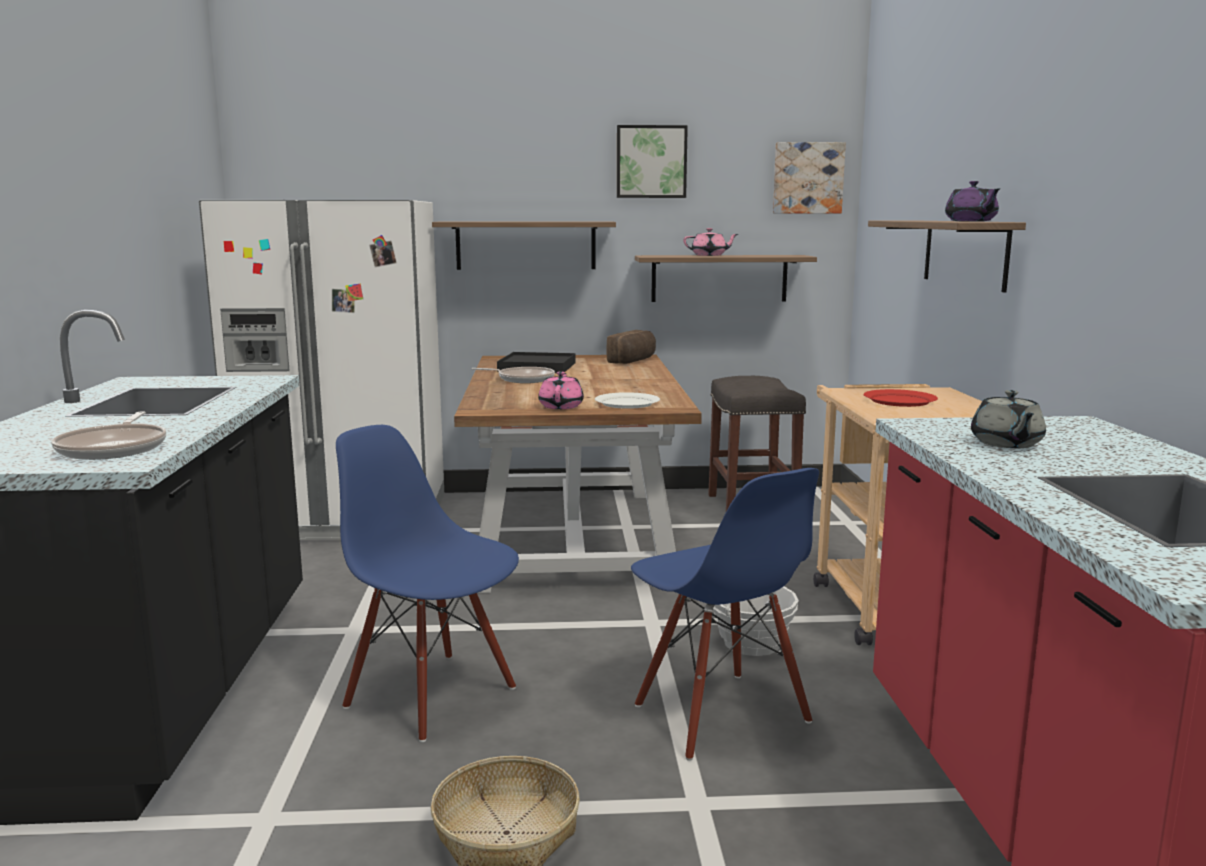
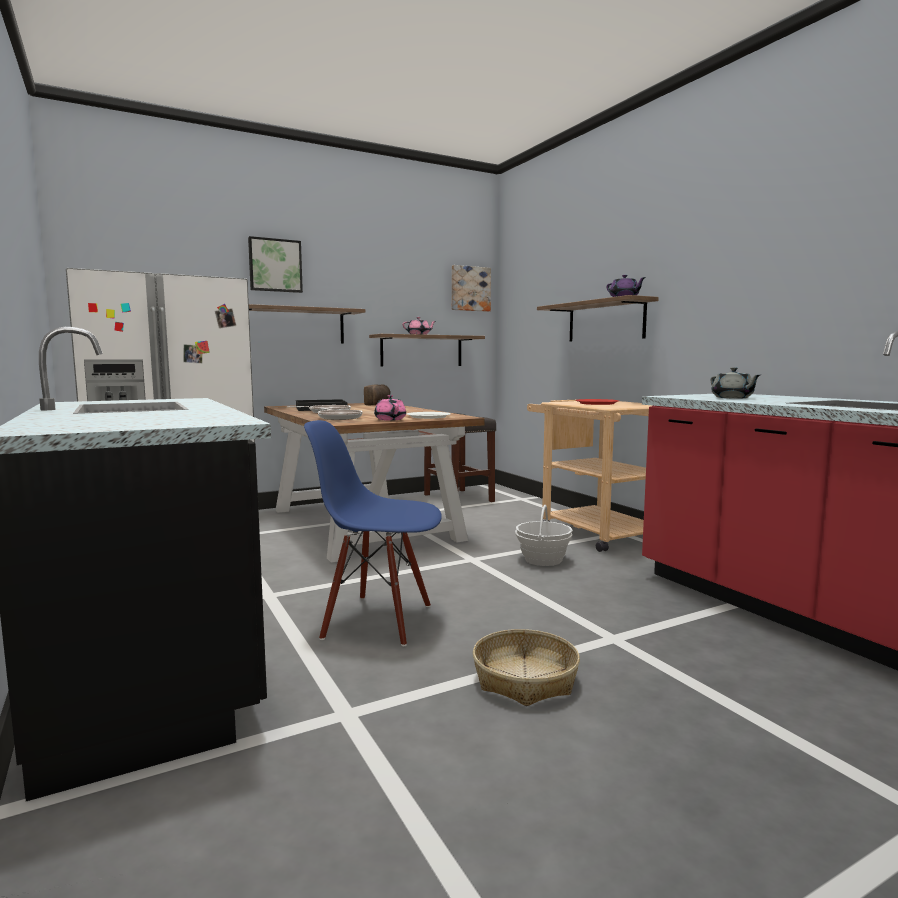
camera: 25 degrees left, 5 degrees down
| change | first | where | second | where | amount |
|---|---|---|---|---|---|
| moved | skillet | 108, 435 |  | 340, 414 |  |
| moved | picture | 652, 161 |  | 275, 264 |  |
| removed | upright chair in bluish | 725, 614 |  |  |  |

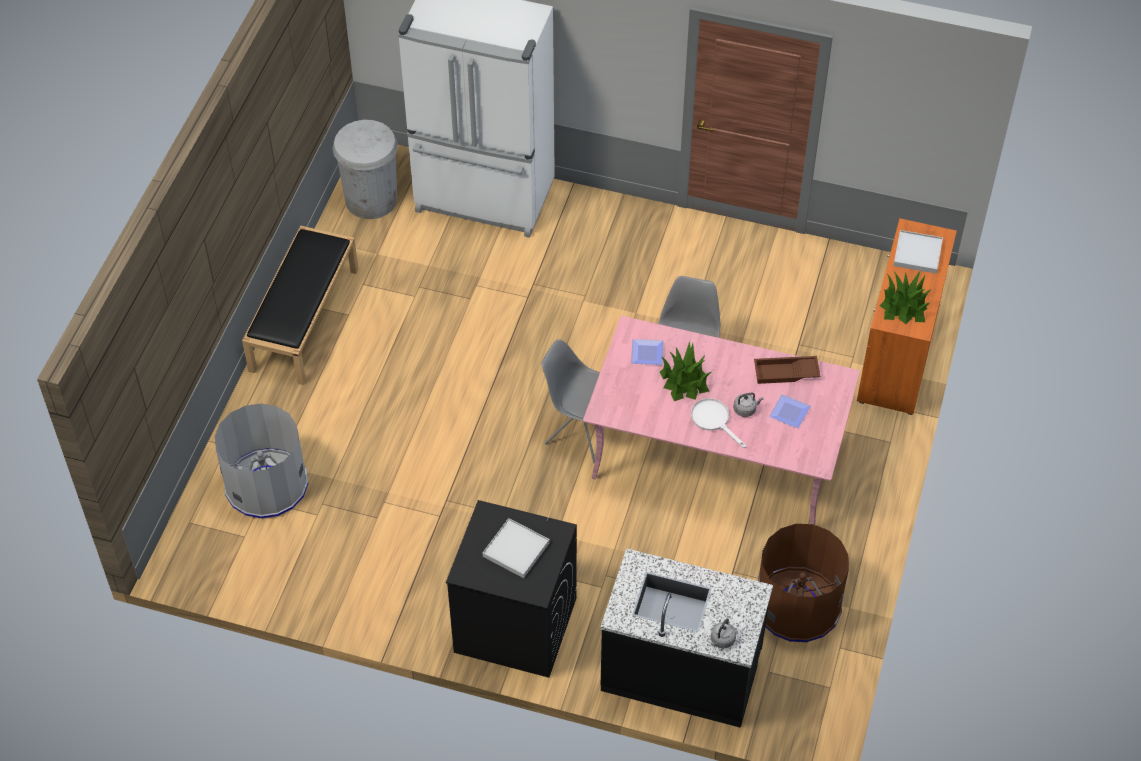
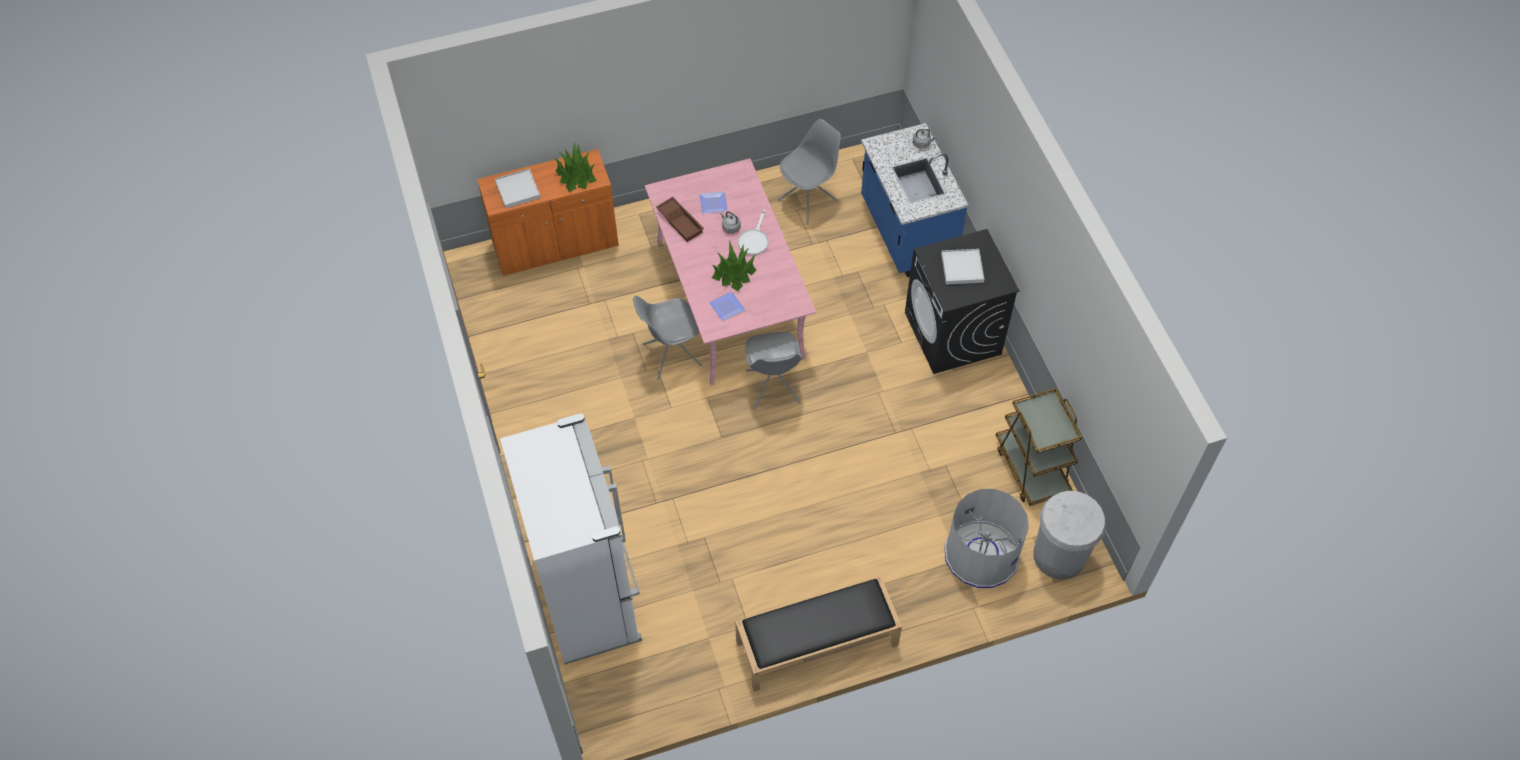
camera: 125 degrees left, 5 degrees up
| change | first | where | second | where | amount |
|---|---|---|---|---|---|
| moved | rubbish bin in whitish | 365, 169 |  | 1070, 535 |  |
| recoloured | counter in black-coloured | 686, 638 | counter in bluish | 914, 200 |  |
| replaced | rubbish bin in brown | 803, 583 | upright chair in grey | 809, 172 |  |
| added |  |  | wheeled cart in brown | 1039, 447 |  |

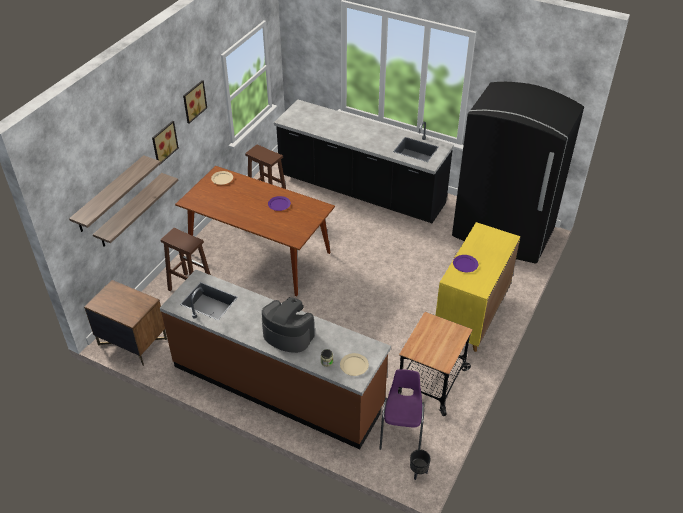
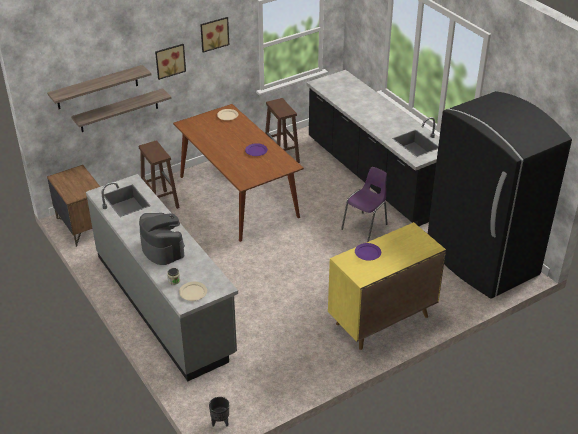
camera: 30 degrees right, 5 degrees down
| change | first | where | second | where | amount |
|---|---|---|---|---|---|
| recoloured | counter in brown | 275, 359 | counter in grey | 162, 277 |  |
| moved | upright chair in purple | 401, 409 |  | 364, 204 |  |
| removed | wheeled cart | 435, 364 |  |  |  |

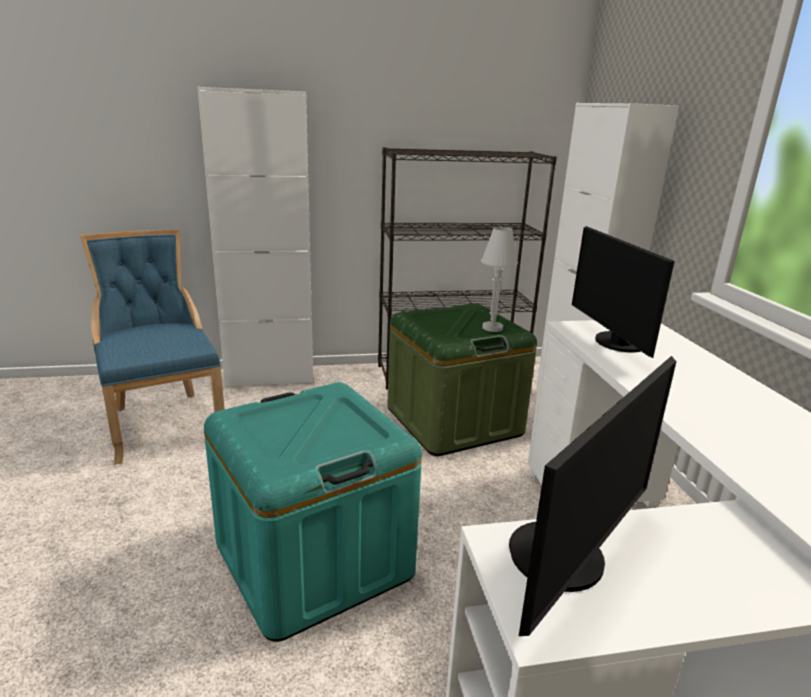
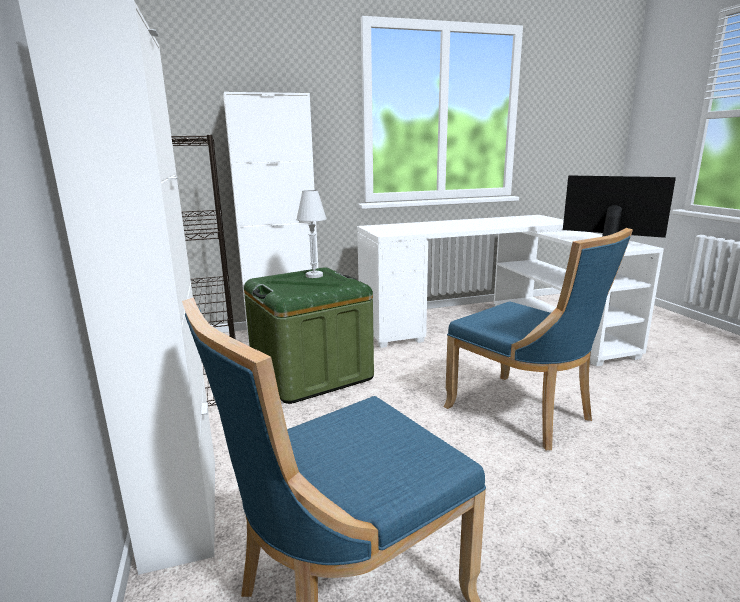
camera: 95 degrees left, 5 degrees down
| change | first | where | second | where | amount |
|---|---|---|---|---|---|
| replaced | storage container in turquoise-coloured | 313, 512 | upright chair in bluish | 538, 339 |  |
| removed | computer display | 623, 292 |  |  |  |

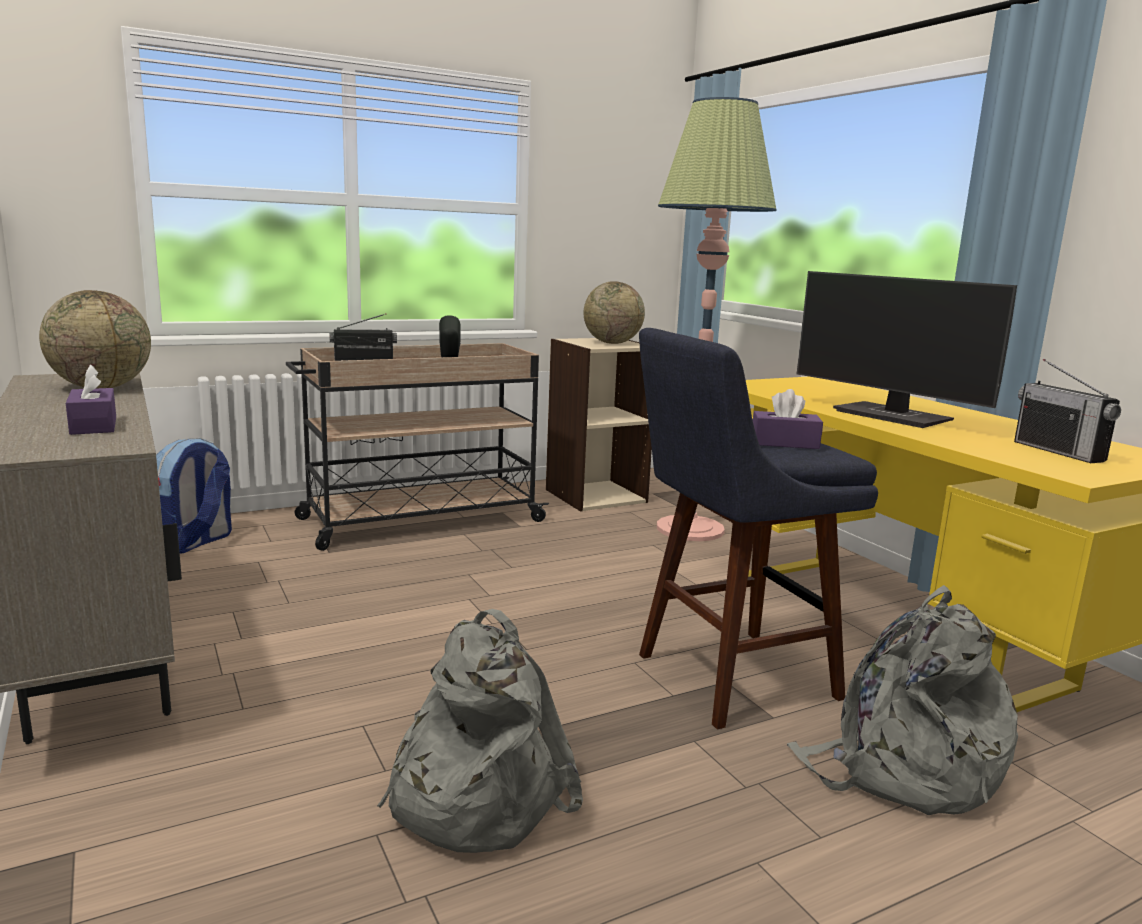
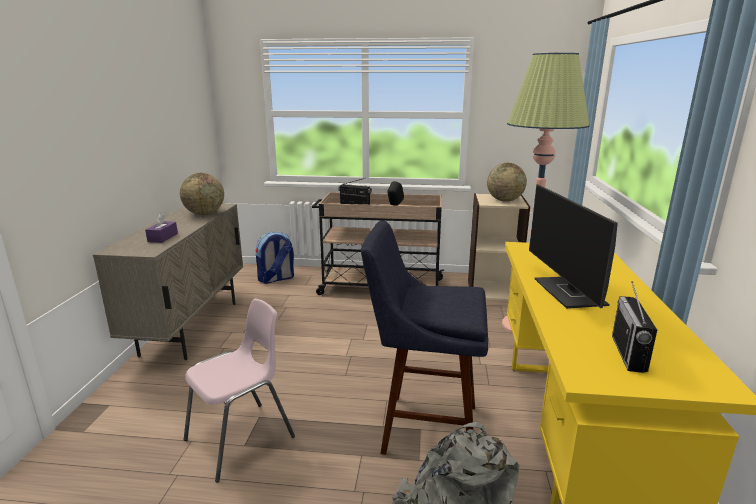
camera: 35 degrees right, 5 degrees up
| change | first | where | second | where | amount |
|---|---|---|---|---|---|
| replaced | knapsack in grey | 480, 731 | upright chair in pinkish | 239, 391 |  |
| removed | tissue box in purple | 788, 419 |  |  |  |

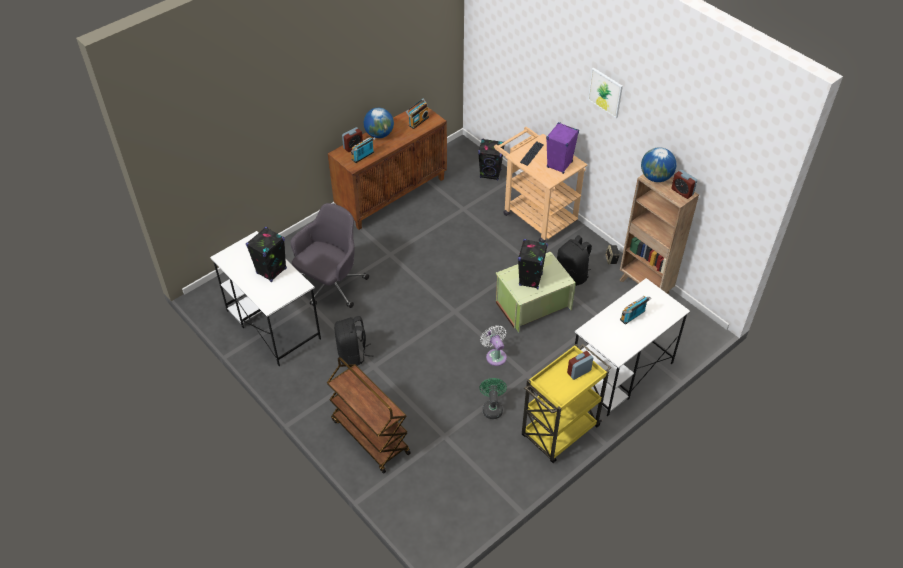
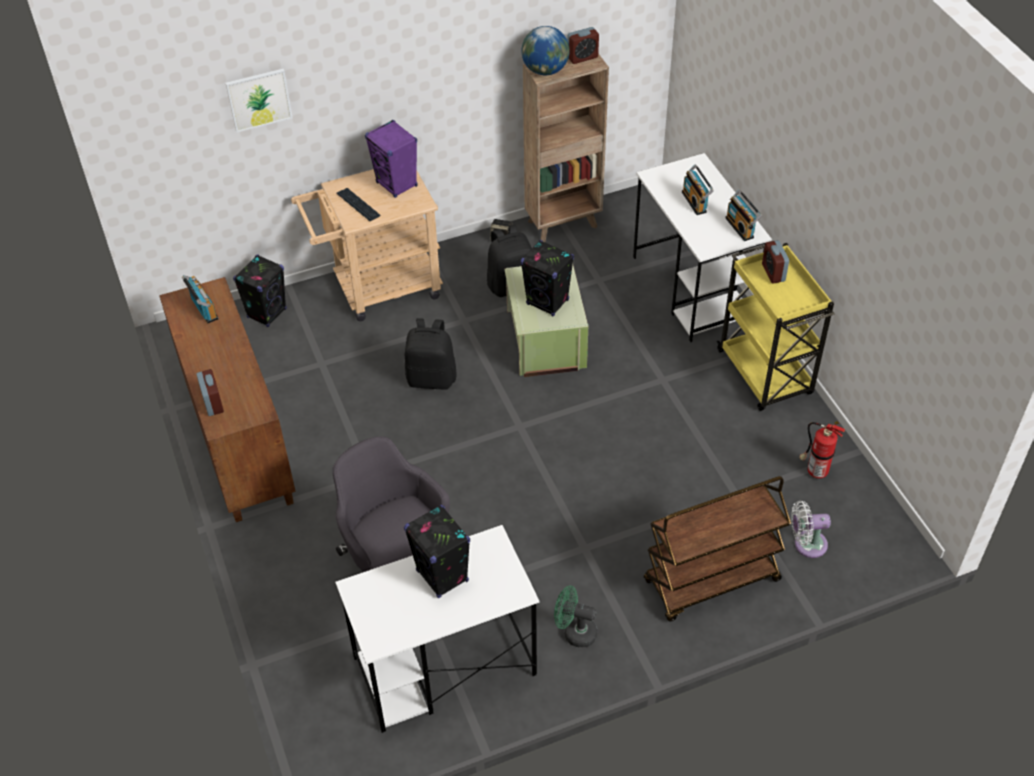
camera: 70 degrees left, 0 degrees up
| change | first | where | second | where | amount |
|---|---|---|---|---|---|
| moved | knapsack in black-coloured | 353, 341 |  | 431, 354 |  |
| moved | radio set | 363, 150 |  | 743, 215 |  |
| removed | world globe | 379, 123 |  |  |  |
| moved | electric fan in green-coloured | 493, 398 |  | 575, 617 |  |
| moved | electric fan in whitish | 493, 345 |  | 811, 529 |  |
| moved | picture | 605, 93 |  | 259, 100 |  |
| added |  |  | extinguisher | 822, 450 |  |

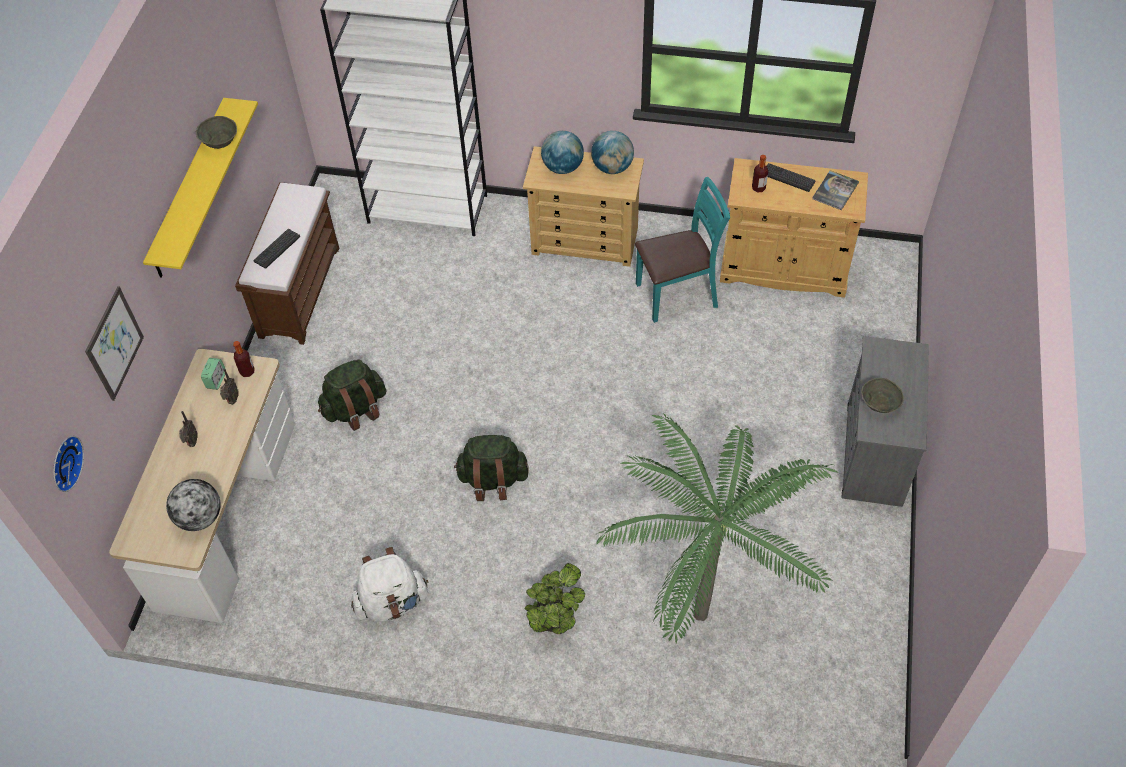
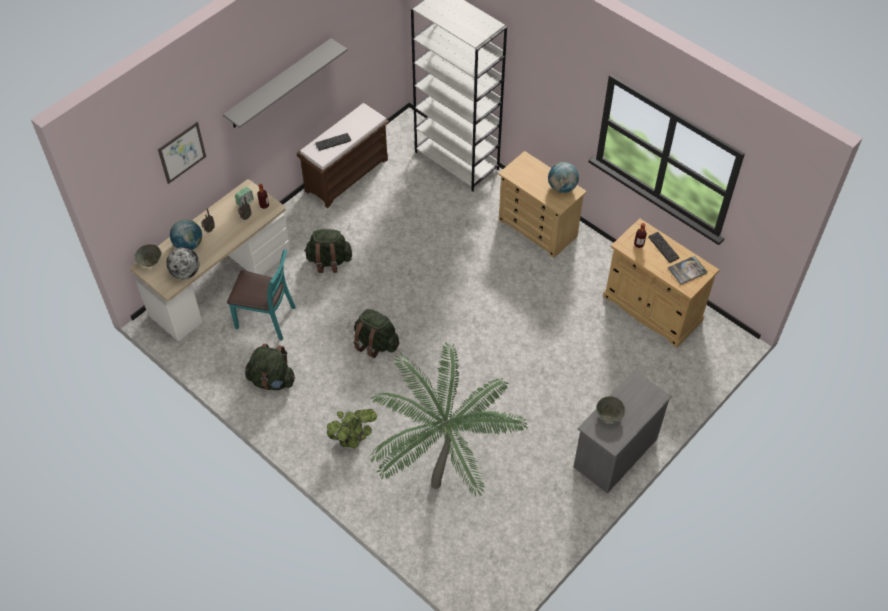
camera: 30 degrees right, 0 degrees up
| change | first | where | second | where | amount |
|---|---|---|---|---|---|
| removed | hanging clock | 68, 464 |  |  |  |
| recoloured | shelf in yellow-coloured | 200, 188 | shelf in grey | 285, 83 |  |
| moved | bowl in grey | 216, 132 |  | 148, 255 |  |
| recoloured | knapsack in whitish | 390, 584 | knapsack in green-coloured | 270, 367 |  |
| moved | world globe | 562, 152 |  | 186, 234 |  |
| moved | upright chair in turquoise-coloured | 682, 250 |  | 261, 295 |  |

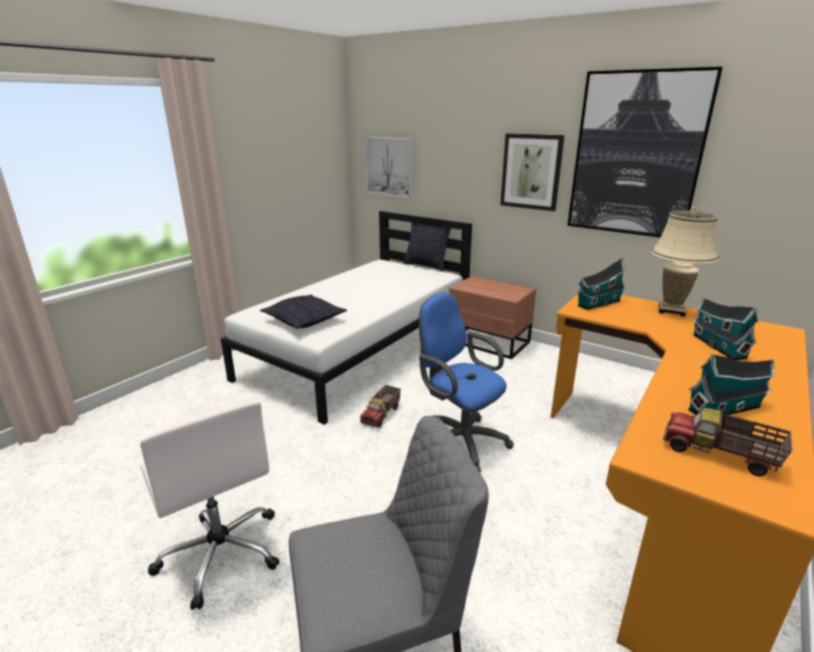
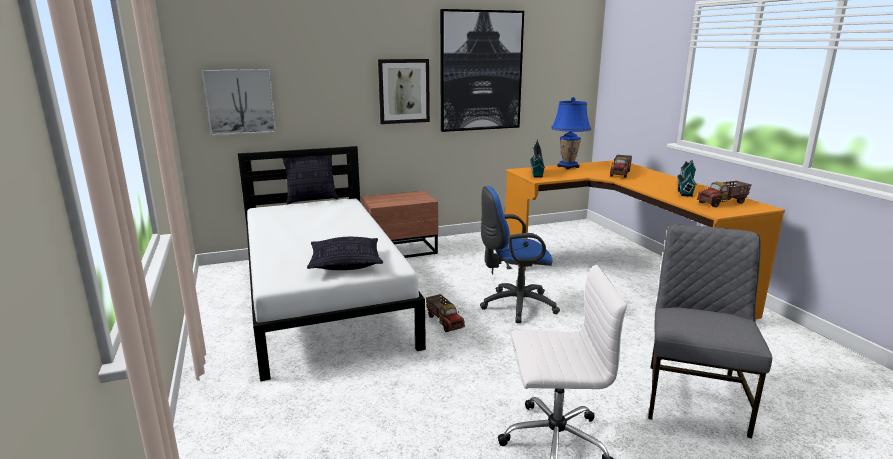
camera: 55 degrees left, 5 degrees down
| change | first | where | second | where | amount |
|---|---|---|---|---|---|
| recoloured | lamp for a table in sand-coloured | 685, 262 | lamp for a table in bluish | 571, 133 |  |
| replaced | toy house | 725, 329 | toy lorry | 621, 166 |  |

